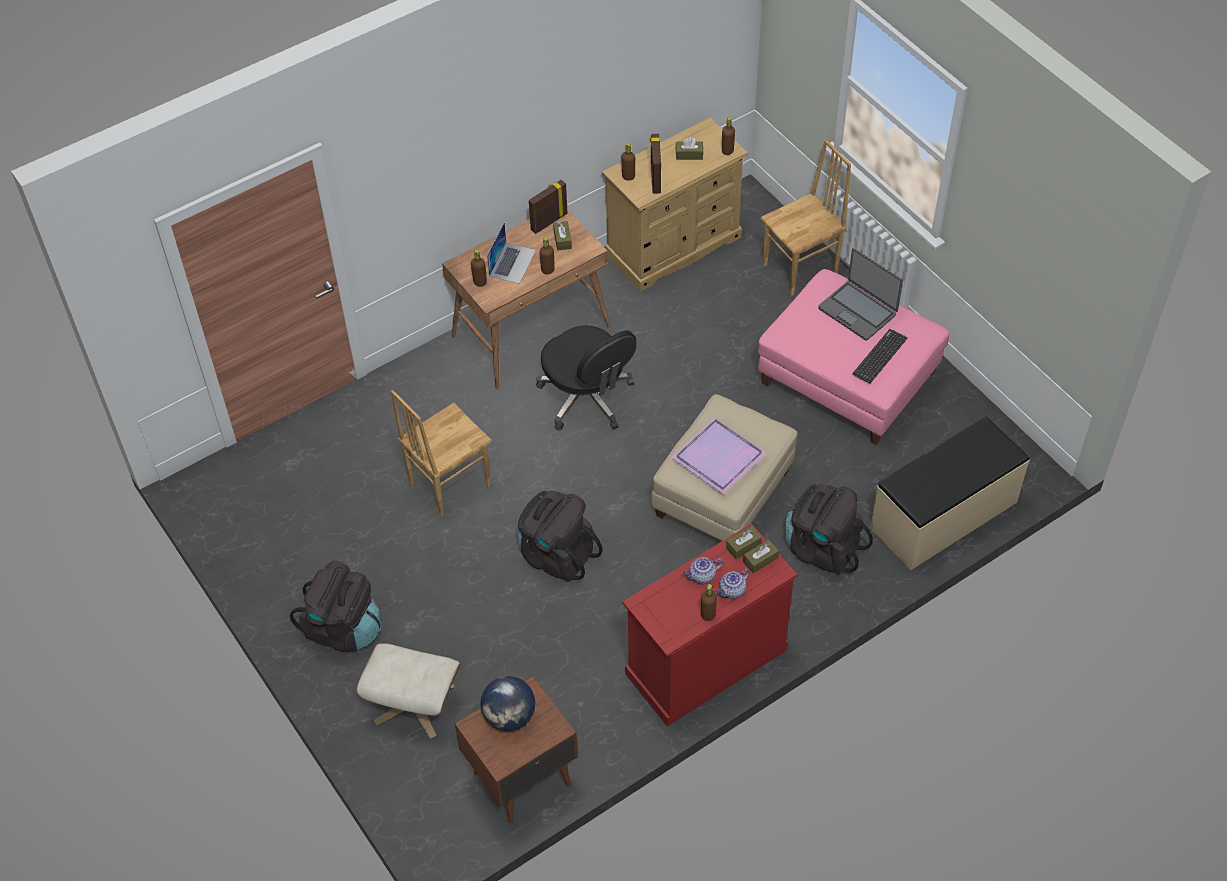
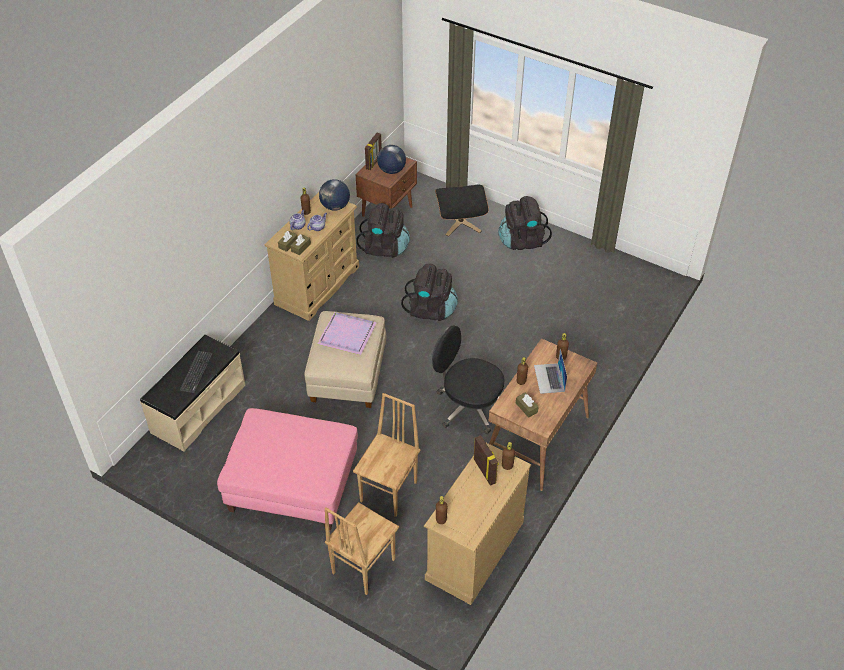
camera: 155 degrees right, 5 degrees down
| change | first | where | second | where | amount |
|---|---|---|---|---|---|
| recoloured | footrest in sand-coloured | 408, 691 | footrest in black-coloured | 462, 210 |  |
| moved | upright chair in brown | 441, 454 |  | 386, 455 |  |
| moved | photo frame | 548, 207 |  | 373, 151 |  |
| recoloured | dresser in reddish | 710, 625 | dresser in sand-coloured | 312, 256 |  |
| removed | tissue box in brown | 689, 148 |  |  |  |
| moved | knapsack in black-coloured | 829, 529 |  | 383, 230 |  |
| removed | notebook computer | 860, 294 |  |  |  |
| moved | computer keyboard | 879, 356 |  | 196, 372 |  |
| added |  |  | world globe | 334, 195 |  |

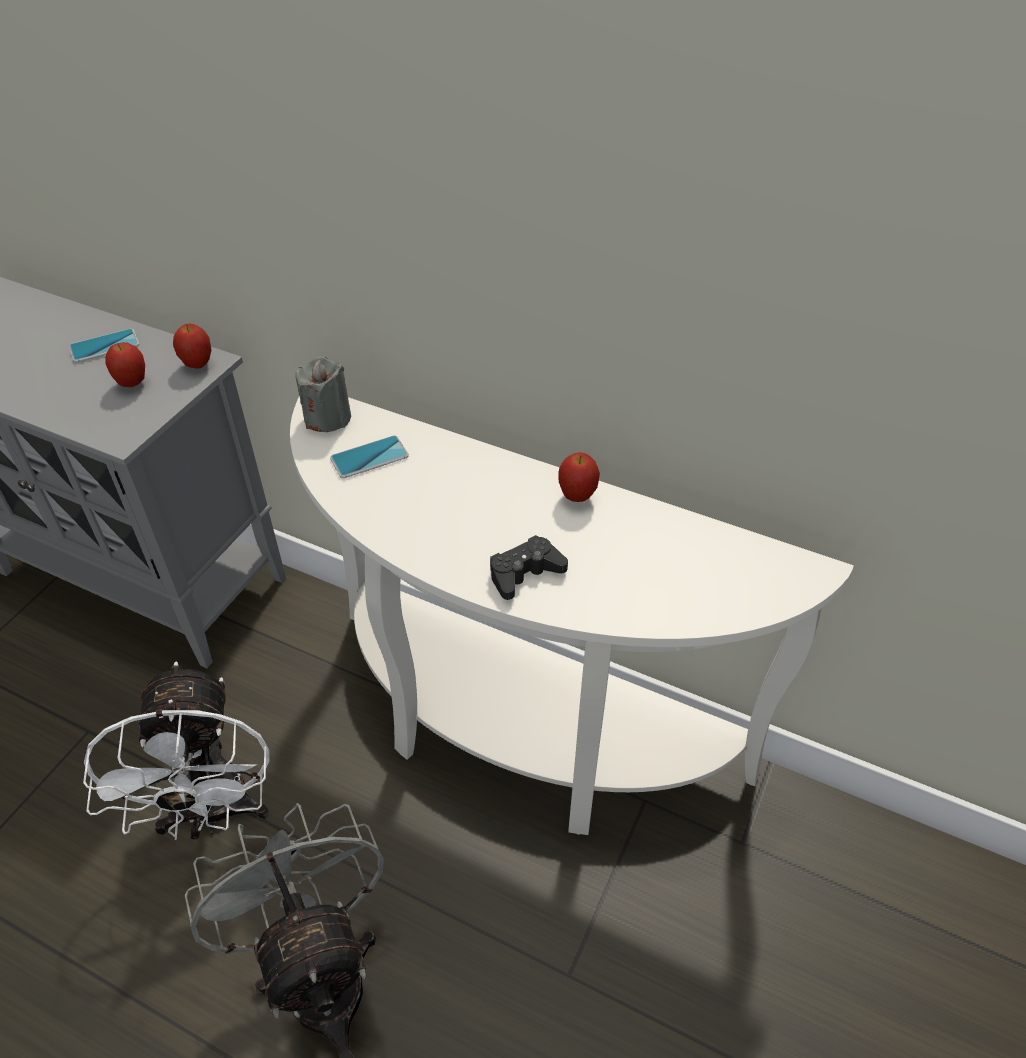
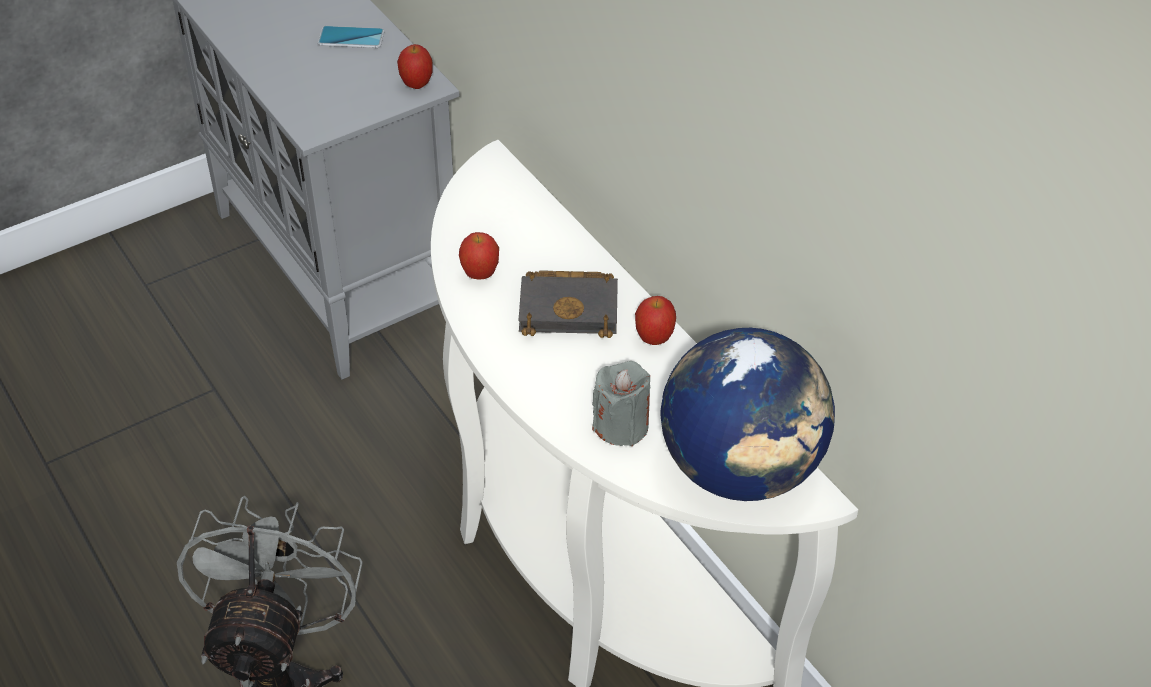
camera: 30 degrees right, 0 degrees up
| change | first | where | second | where | amount |
|---|---|---|---|---|---|
| removed | electric fan in whitish | 176, 750 |  |  |  |
| moved | whole apple | 125, 364 |  | 479, 255 |  |
| moved | wax light in grey | 323, 394 |  | 621, 403 |  |
| removed | telephone | 369, 456 |  |  |  |
| removed | gamepad in black-coloured | 529, 567 |  |  |  |
| added |  |  | bound book in black-coloured | 568, 304 |  |
| added |  |  | world globe | 748, 414 |  |

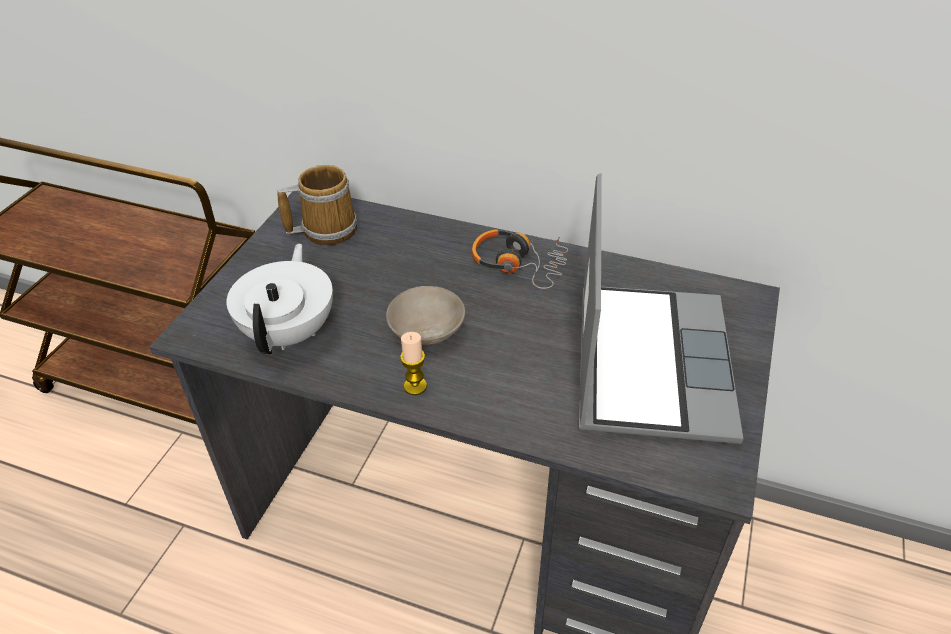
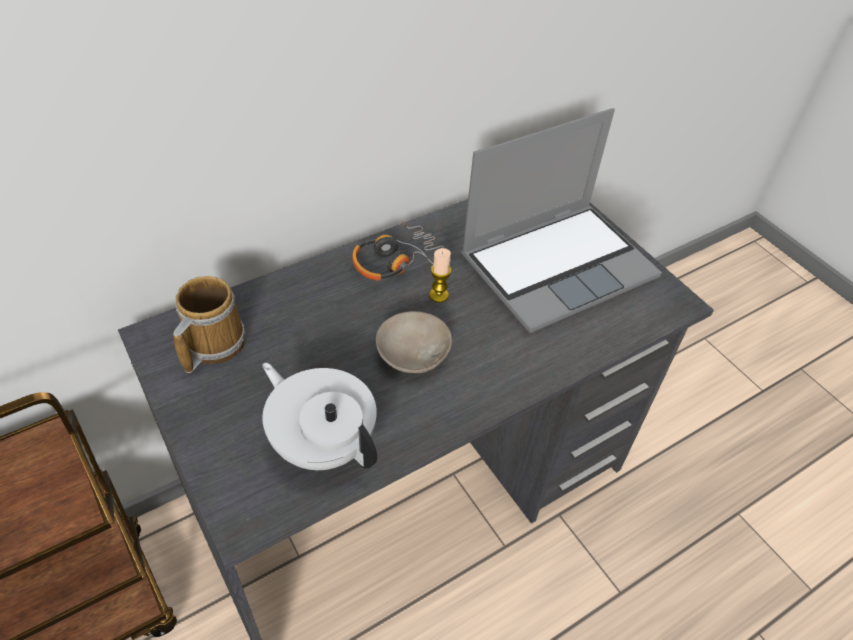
camera: 55 degrees left, 5 degrees up
| change | first | where | second | where | amount |
|---|---|---|---|---|---|
| moved | wax light | 413, 363 |  | 440, 275 |  |
| turned | notebook computer | 661, 309 |  | 561, 220 | 105 degrees clockwise |

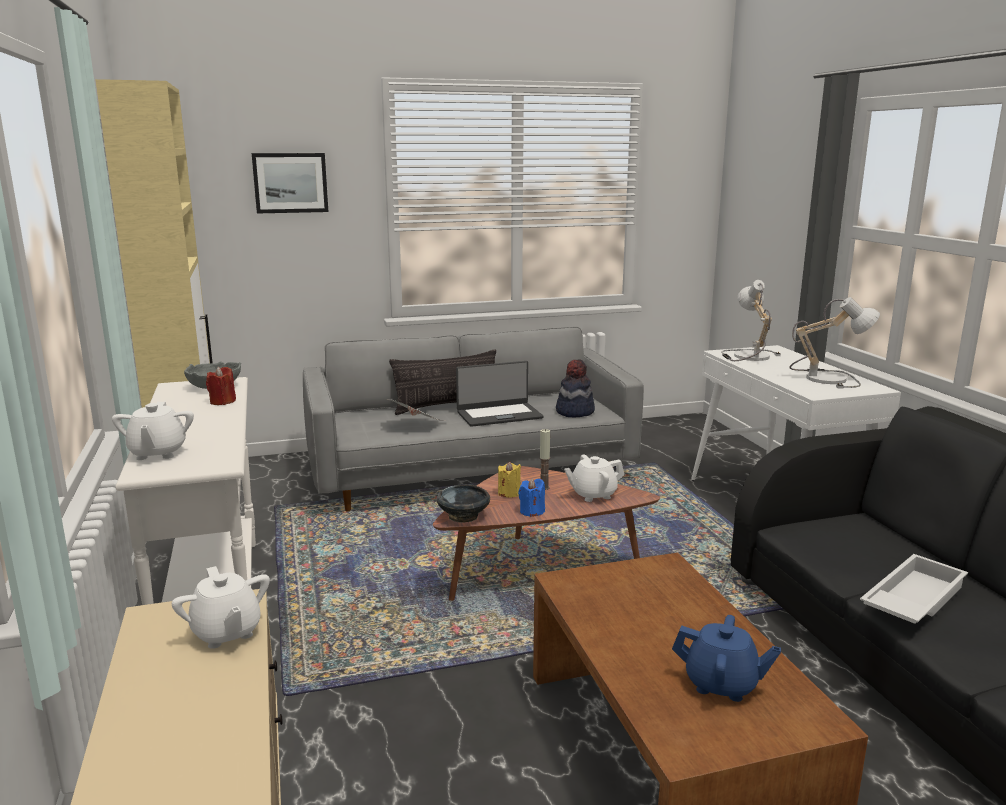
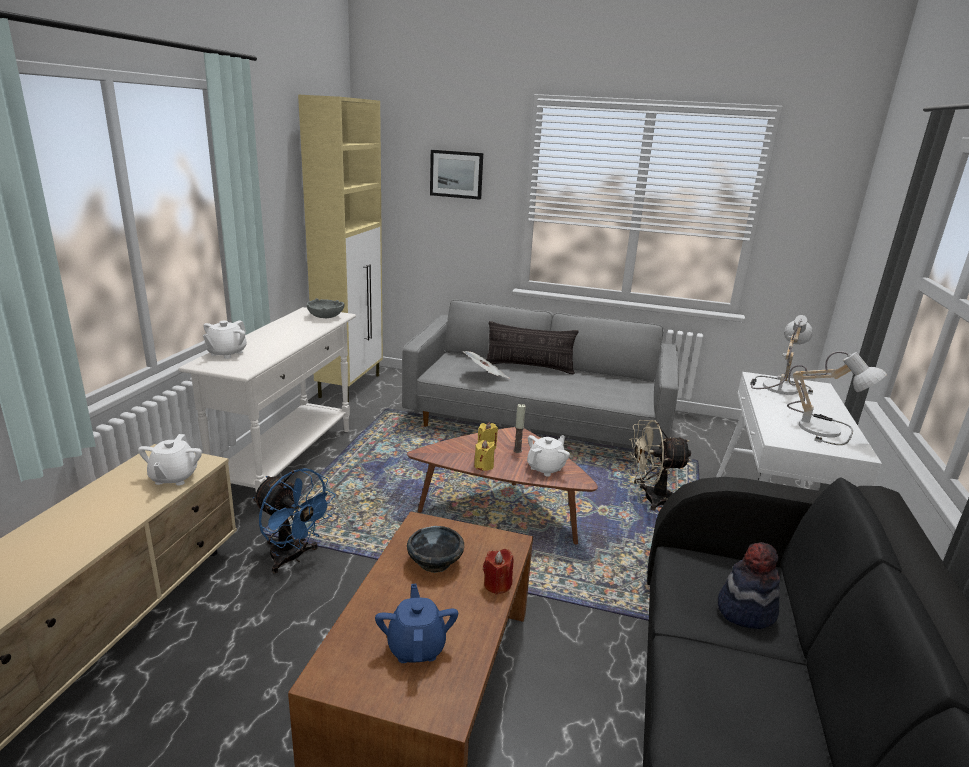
camera: 30 degrees right, 5 degrees up
| change | first | where | second | where | amount |
|---|---|---|---|---|---|
| moved | wax light in reddish | 221, 386 |  | 498, 572 |  |
| moved | bowl in black-coloured | 463, 504 |  | 435, 549 |  |
| removed | notebook computer | 500, 394 |  |  |  |
| recoloured | wax light in bluish | 531, 497 | wax light in yellow-coloured | 484, 455 |  |
| moved | clothing hat | 575, 388 |  | 749, 585 |  |
| turned | teapot in whitish | 594, 478 |  | 548, 456 | 120 degrees clockwise |
| turned | teapot in bluish | 726, 658 |  | 416, 623 | 150 degrees counterclockwise |
| removed | serving tray in whitish | 914, 589 |  |  |  |
| added |  |  | electric fan in bluish | 294, 520 |  |
| added |  |  | electric fan in sand-coloured | 660, 465 |  |

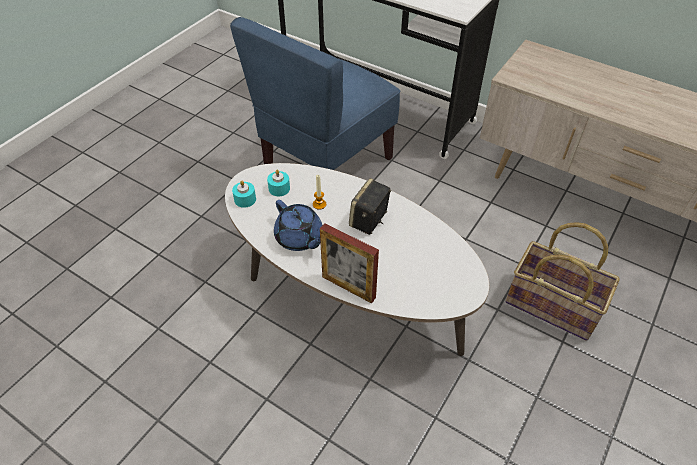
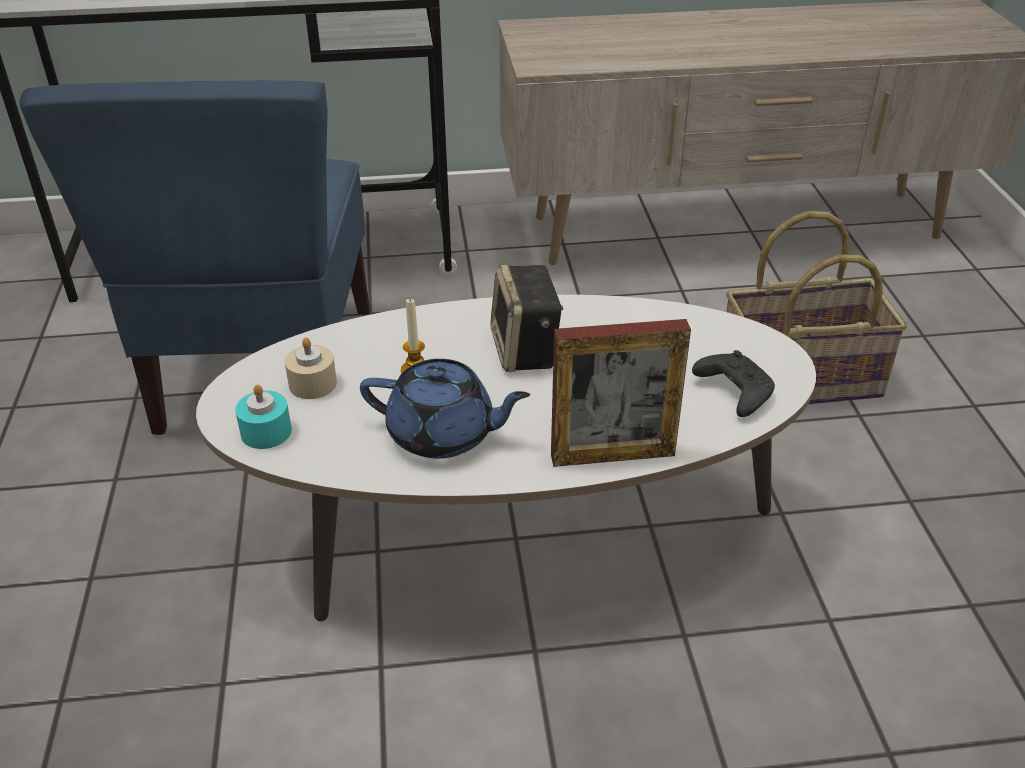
camera: 40 degrees left, 10 degrees down
| change | first | where | second | where | amount |
|---|---|---|---|---|---|
| recoloured | wax light in turquoise-coloured | 278, 183 | wax light in sand-coloured | 311, 368 |  |
| added |  |  | gamepad in black-coloured | 733, 383 |  |

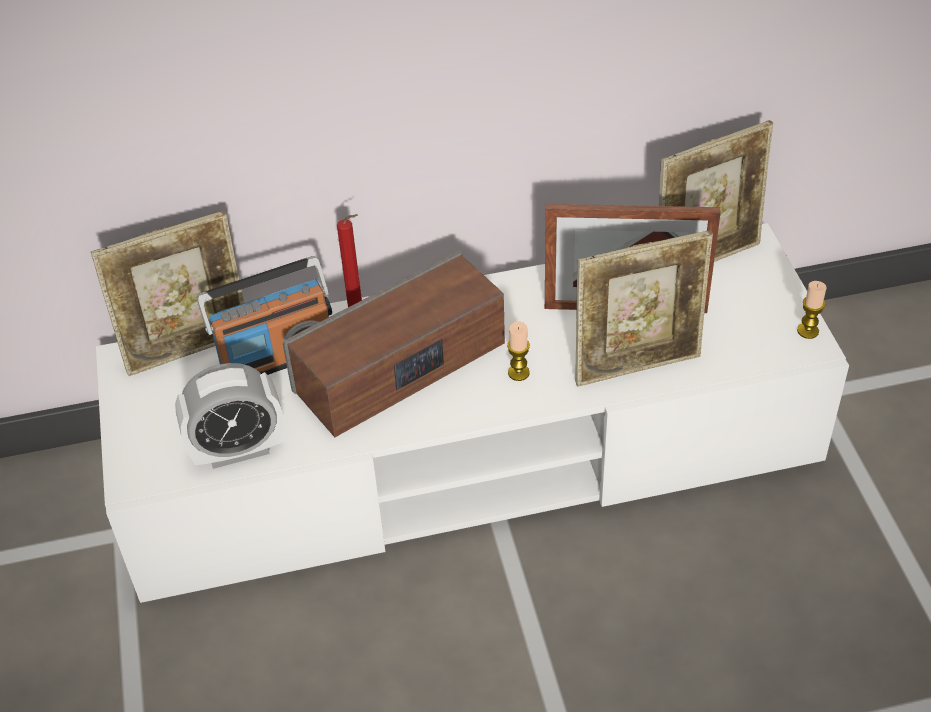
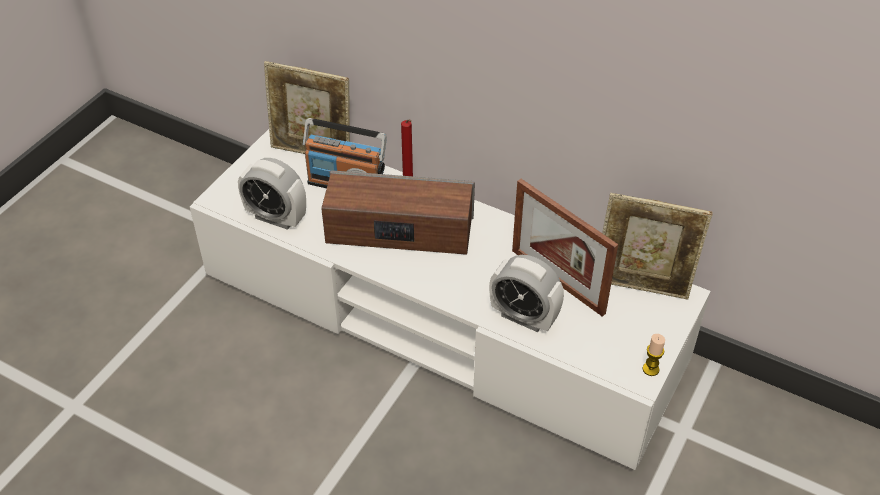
camera: 40 degrees right, 0 degrees up
| change | first | where | second | where | amount |
|---|---|---|---|---|---|
| removed | wax light | 518, 351 |  |  |  |
| replaced | photo frame | 644, 308 | table clock | 526, 293 |  |

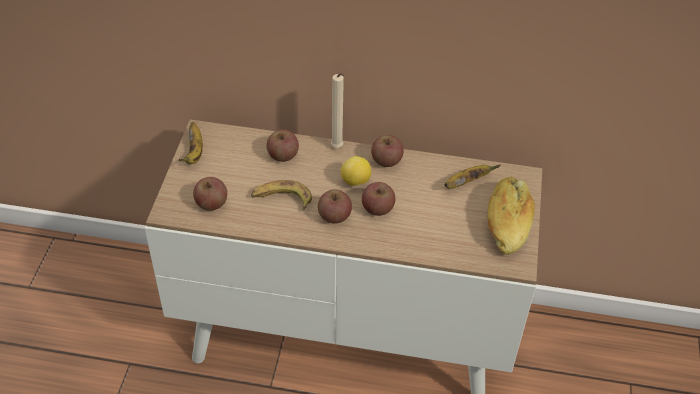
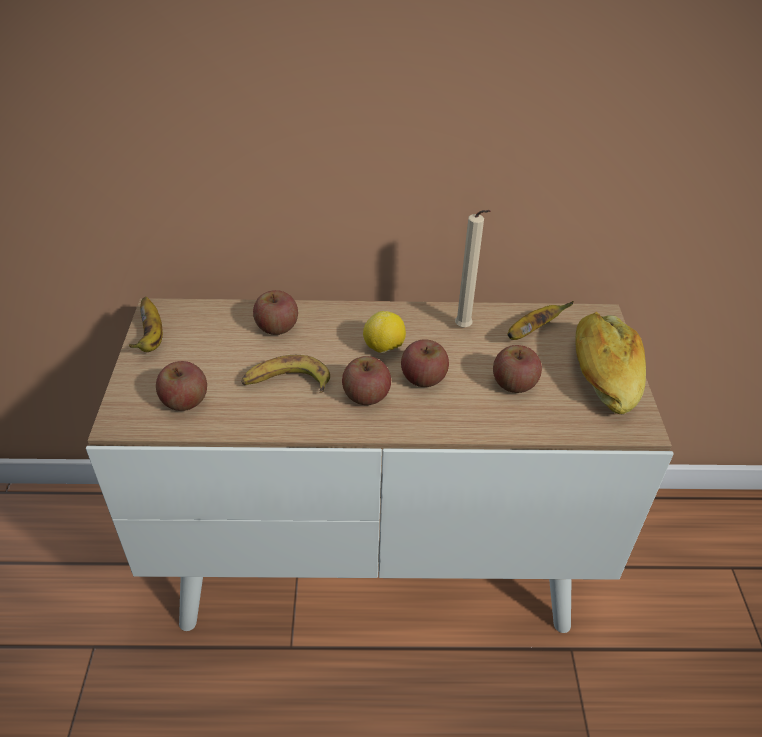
camera: 10 degrees left, 5 degrees down
| change | first | where | second | where | amount |
|---|---|---|---|---|---|
| moved | wax light in sand-coloured | 337, 110 |  | 472, 268 |  |
| moved | whole apple | 387, 151 |  | 517, 369 |  |

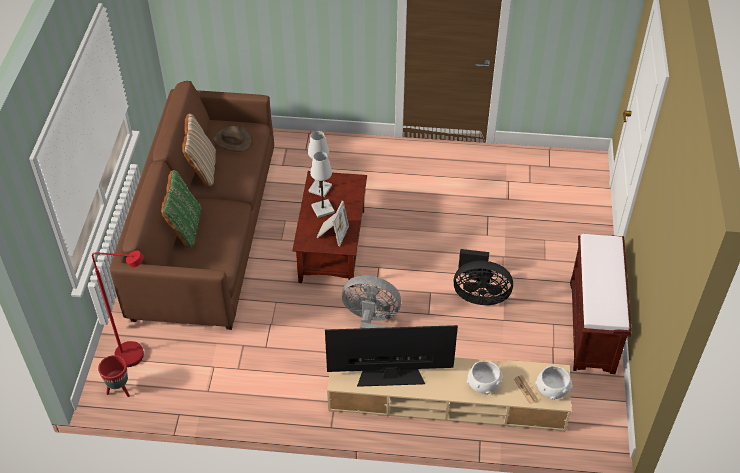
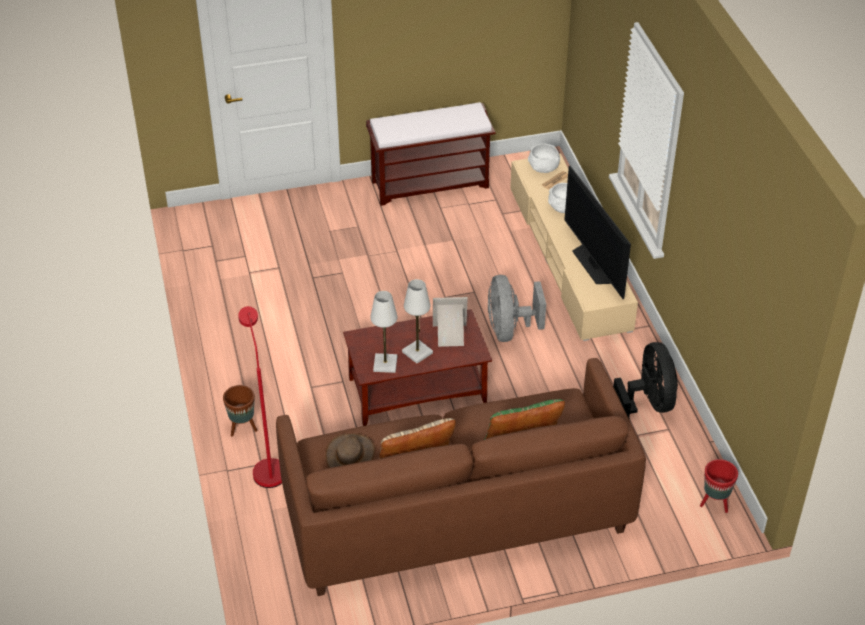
camera: 110 degrees left, 5 degrees down
| change | first | where | second | where | amount |
|---|---|---|---|---|---|
| moved | standing lamp in reddish | 118, 308 |  | 260, 397 |  |
| moved | electric fan in black-coloured | 483, 277 |  | 645, 380 |  |
| added |  |  | plant pot in brown | 240, 411 |  |

